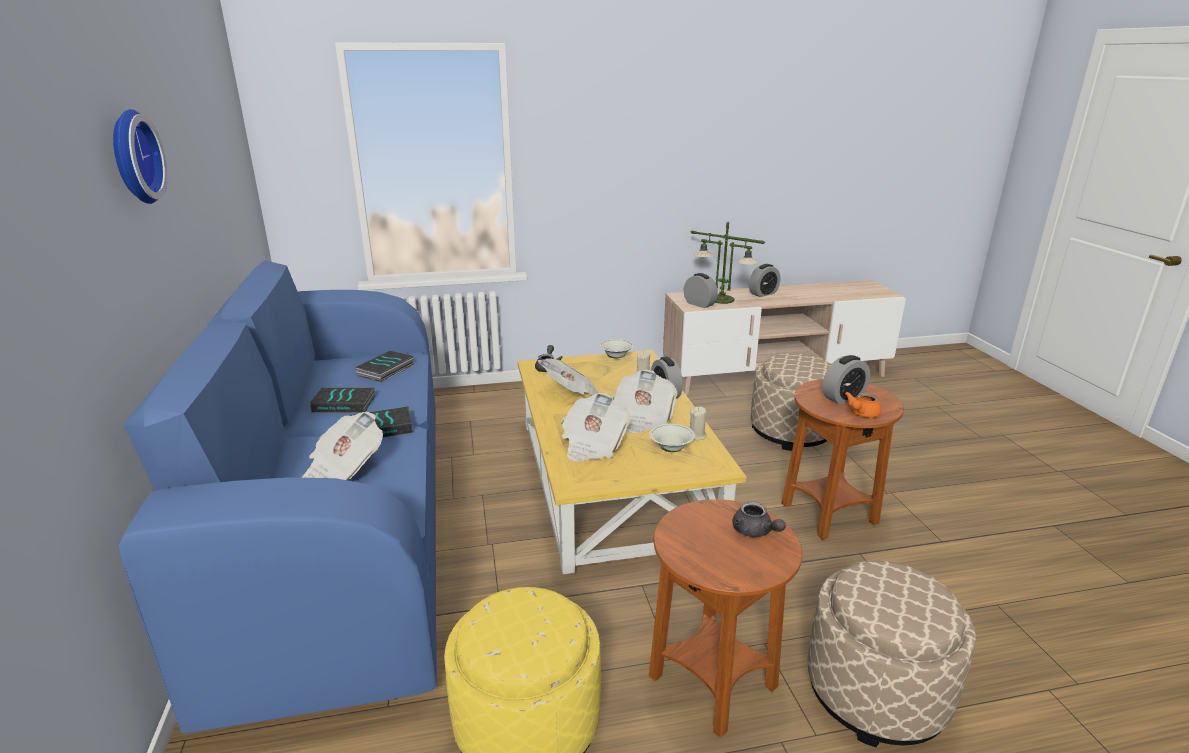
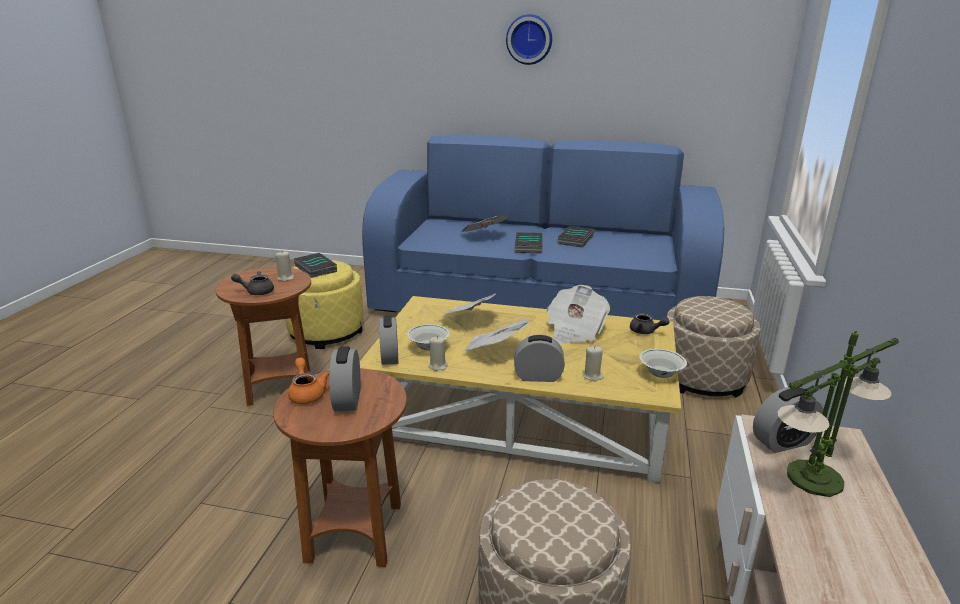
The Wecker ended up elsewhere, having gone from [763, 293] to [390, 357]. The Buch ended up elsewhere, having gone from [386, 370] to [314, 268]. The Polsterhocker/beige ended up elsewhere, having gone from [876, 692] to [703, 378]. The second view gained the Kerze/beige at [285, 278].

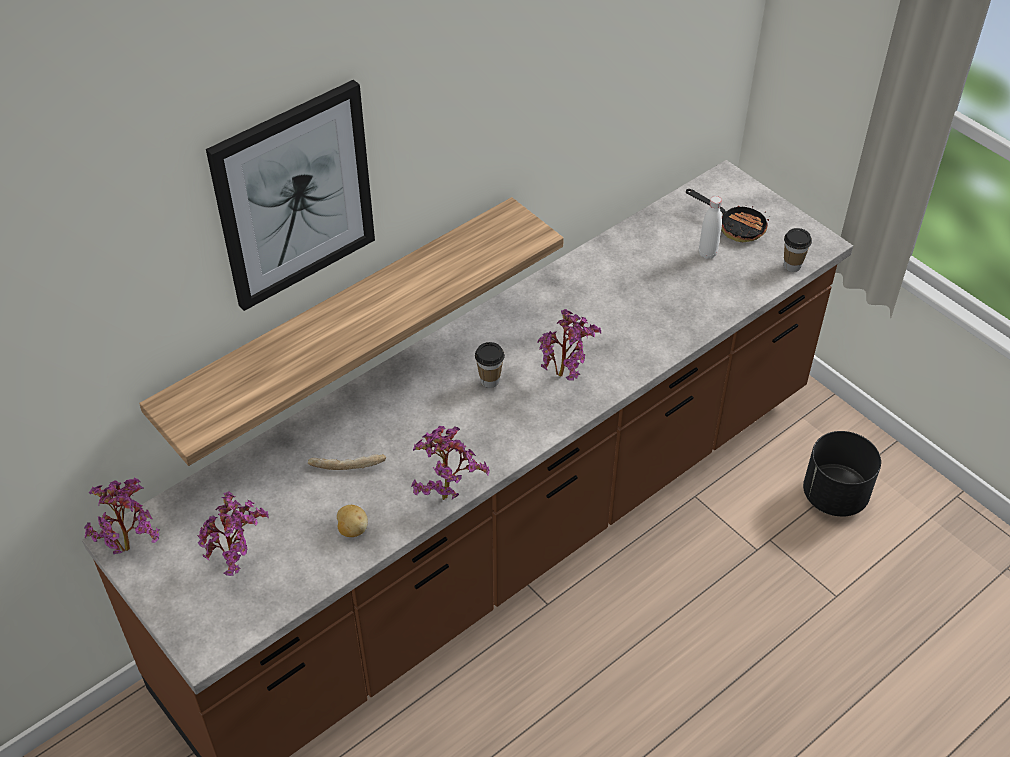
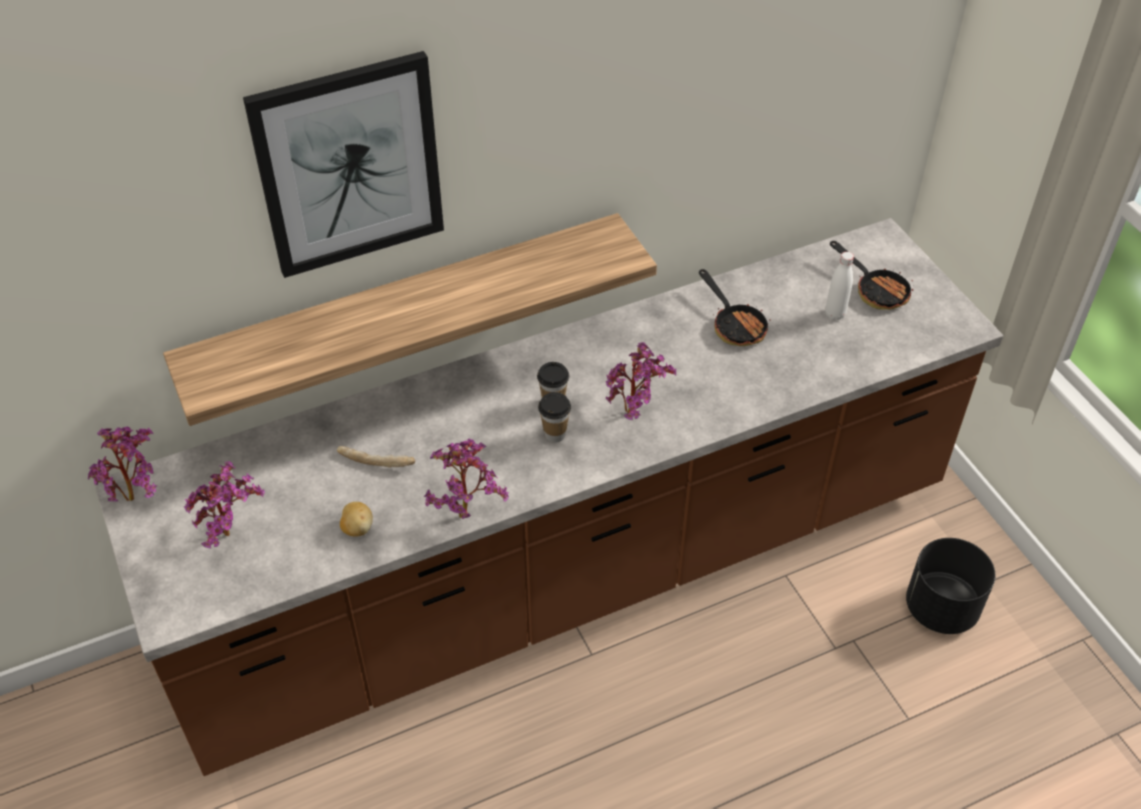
The Tasse ended up elsewhere, having gone from [792, 266] to [555, 434]. The second view gained the Pfanne at [735, 324].

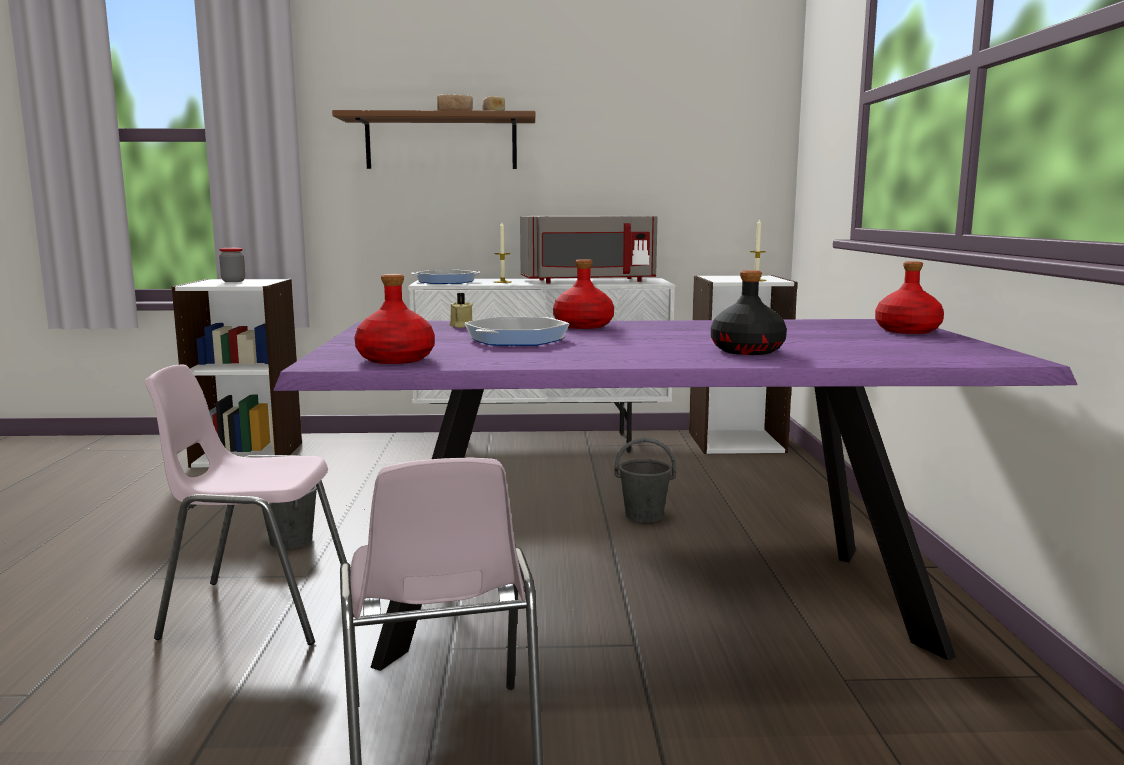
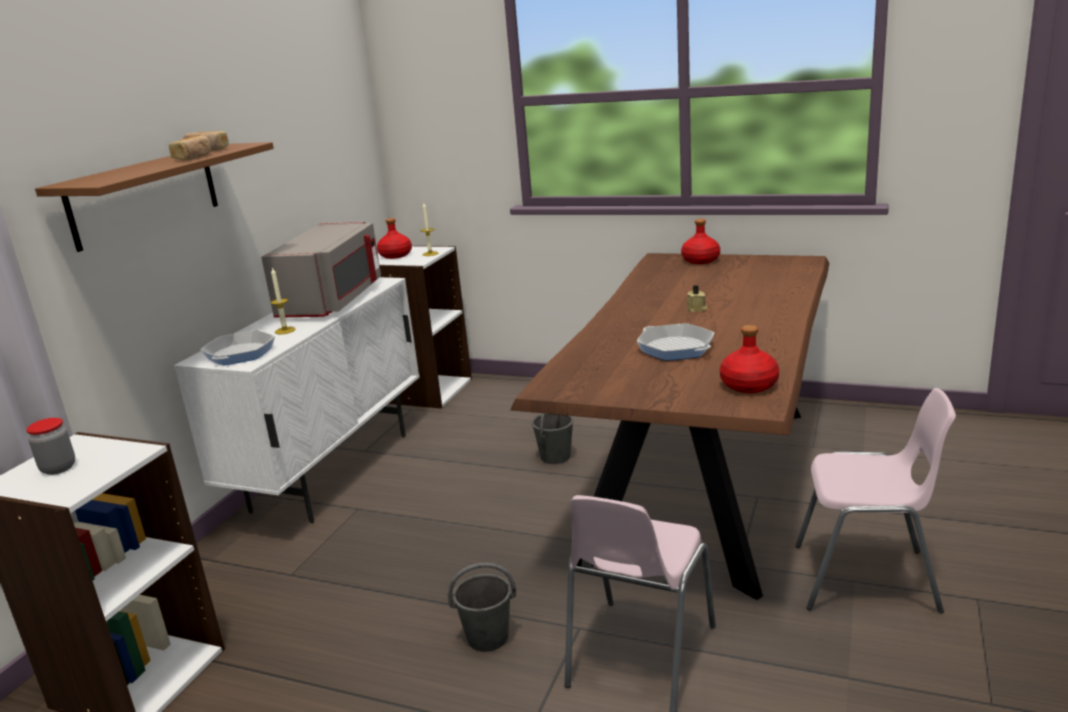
The Flasche/rot ended up elsewhere, having gone from [583, 326] to [396, 255]. The second view lost the Flasche/schwarz at [747, 351]. The Kerze/beige ended up elsewhere, having gone from [460, 326] to [697, 309]. What was the Esstisch/lila at [648, 601] turned into the Esstisch/braun at [700, 482].

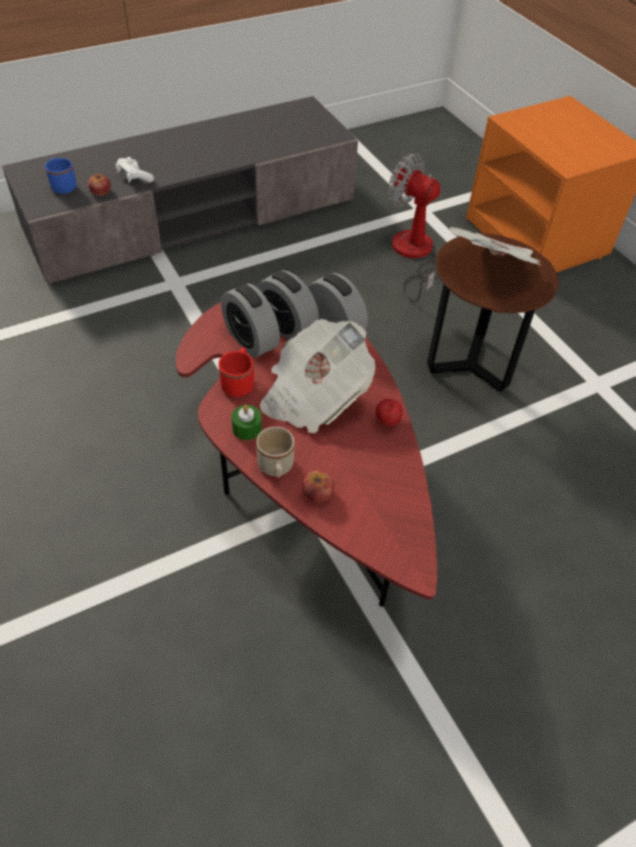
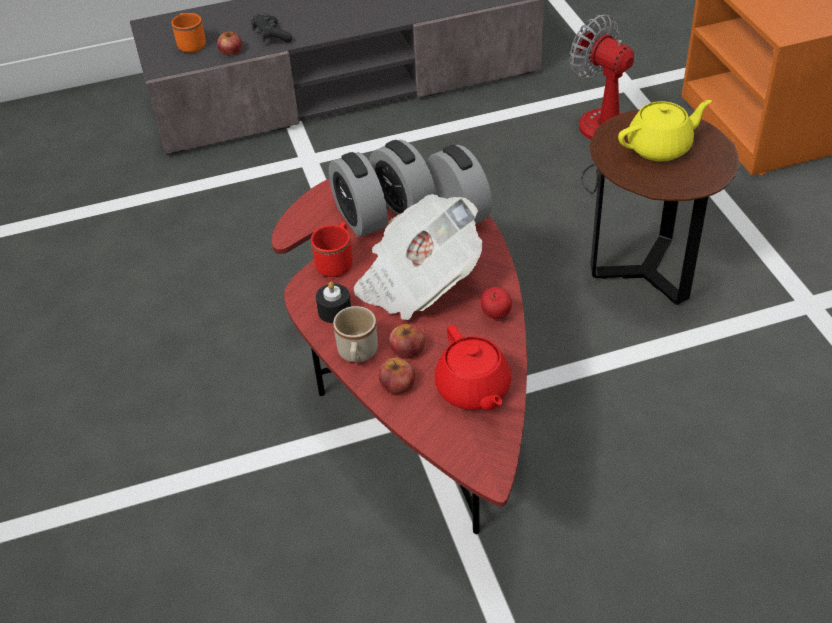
What was the Gamepad/weiß at [134, 177] turned into the Gamepad/schwarz at [271, 36]. What was the Henkelbecher/blau at [63, 185] turned into the Henkelbecher/orange at [191, 44]. Where the Zeitung stood at [493, 267], the Teekanne/gelb came to stand at [660, 147]. What was the Kerze/grün at [247, 428] turned into the Kerze/schwarz at [334, 311]. The second view gained the Apfel at [407, 349]. The second view gained the Teekanne/rot at [473, 390].

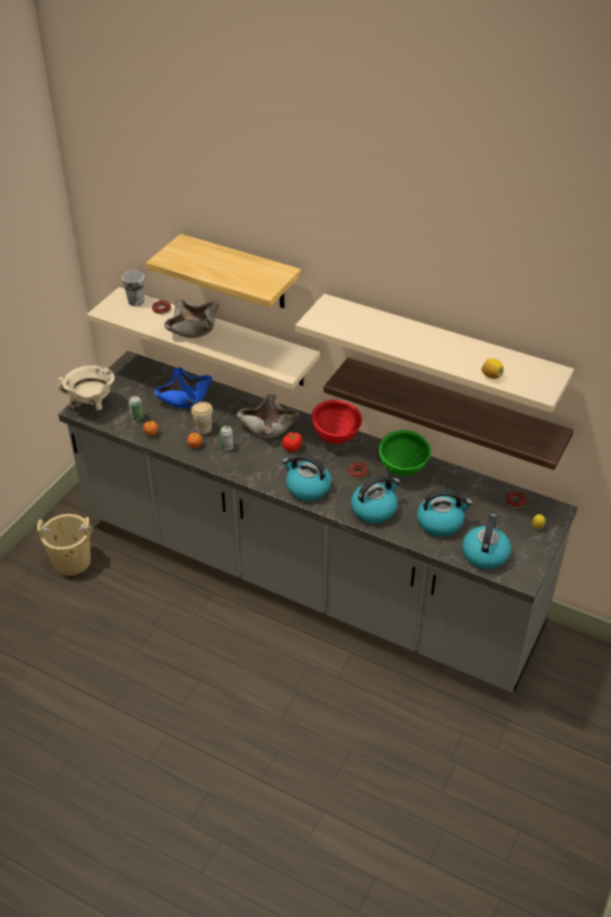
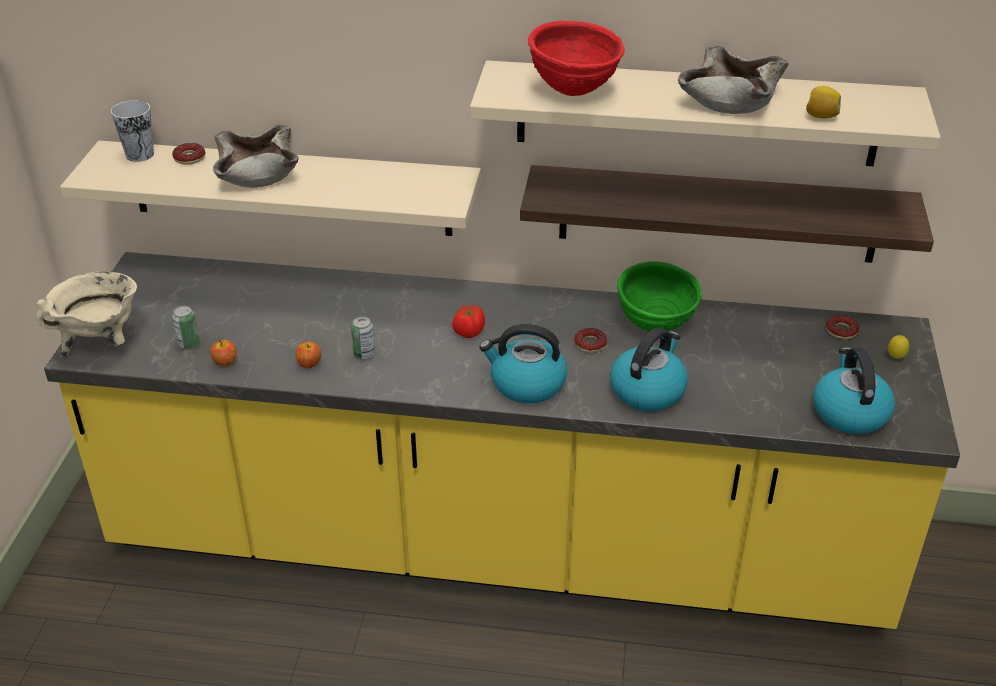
The second view lost the Wandregal at [240, 272]. What was the Küchenzeile/grau at [305, 576] turned into the Küchenzeile/gelb at [498, 546]. The second view lost the Schüssel/blau at [184, 397]. The Schüssel/beige ended up elsewhere, having gone from [267, 426] to [729, 99]. The Schüssel/rot ended up elsewhere, having gone from [336, 438] to [574, 92]. The second view lost the Tasse at [203, 428]. The second view lost the Wasserkessel at [440, 522]. The second view lost the Eimer/beige at [71, 561].

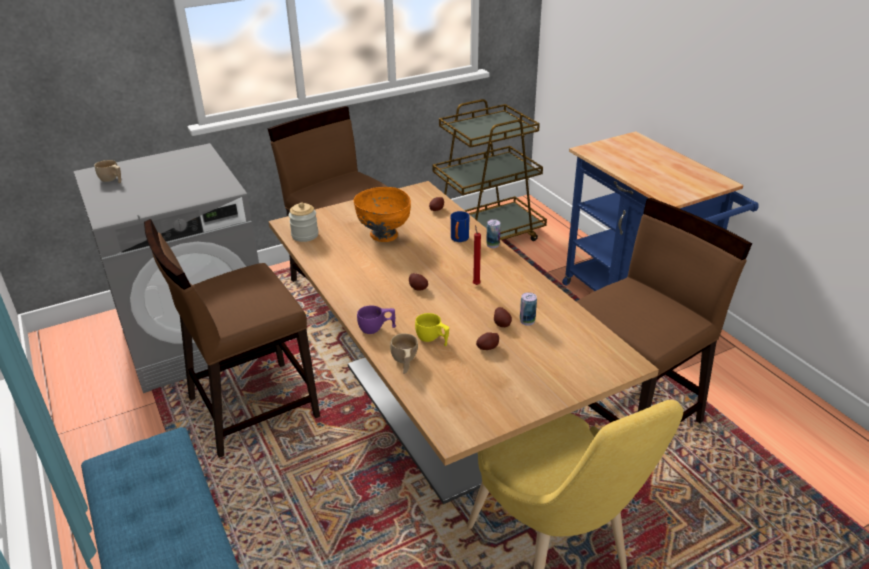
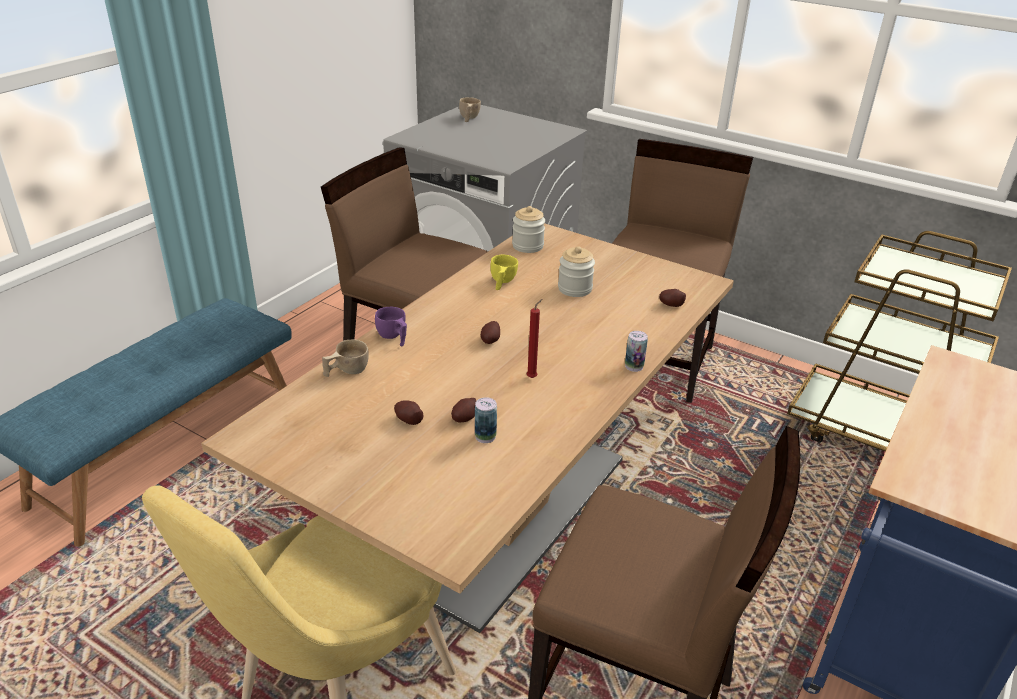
Where the Schüssel/orange stood at [384, 236], the Vorratsglas came to stand at [575, 289]. The second view lost the Henkelbecher/blau at [459, 240]. The Tasse/gelb ended up elsewhere, having gone from [432, 339] to [502, 282].

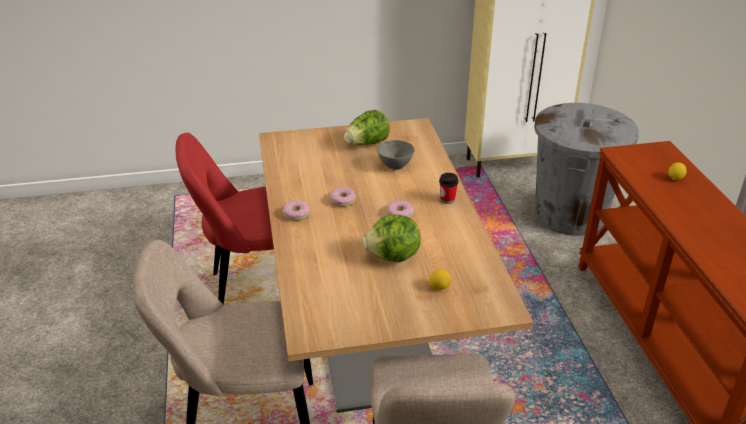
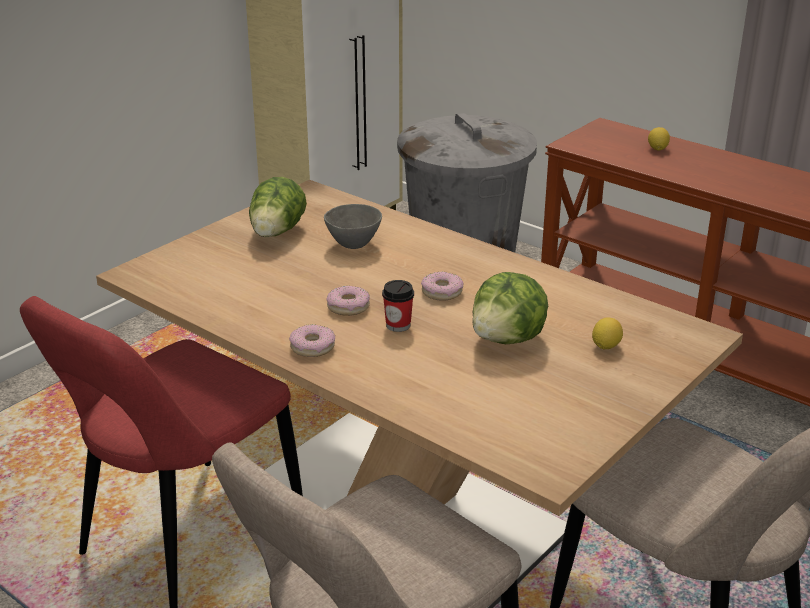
The Tasse ended up elsewhere, having gone from [447, 199] to [398, 325].

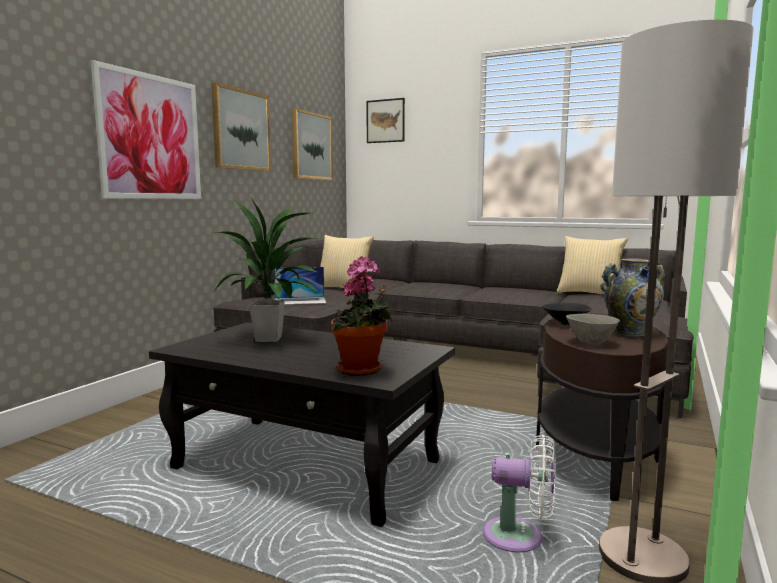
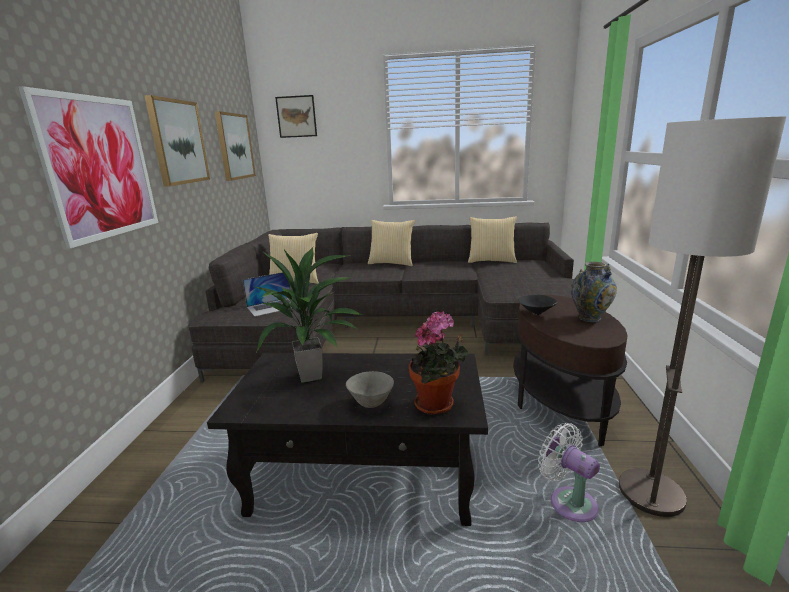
The Schüssel/grau ended up elsewhere, having gone from [591, 343] to [371, 403]. The Ventilator/weiß at [519, 537] ended up facing another way, 120 degrees counterclockwise from before. The second view gained the Kissen at [392, 263].

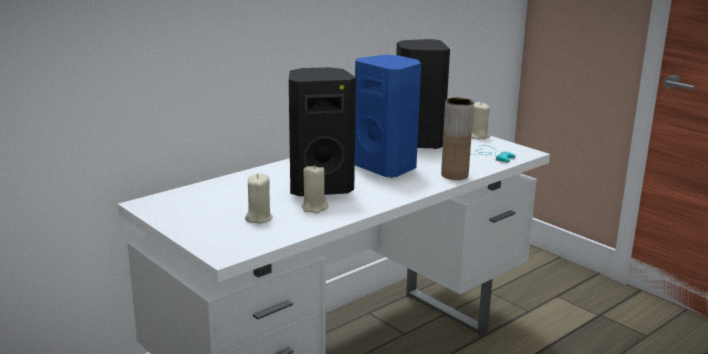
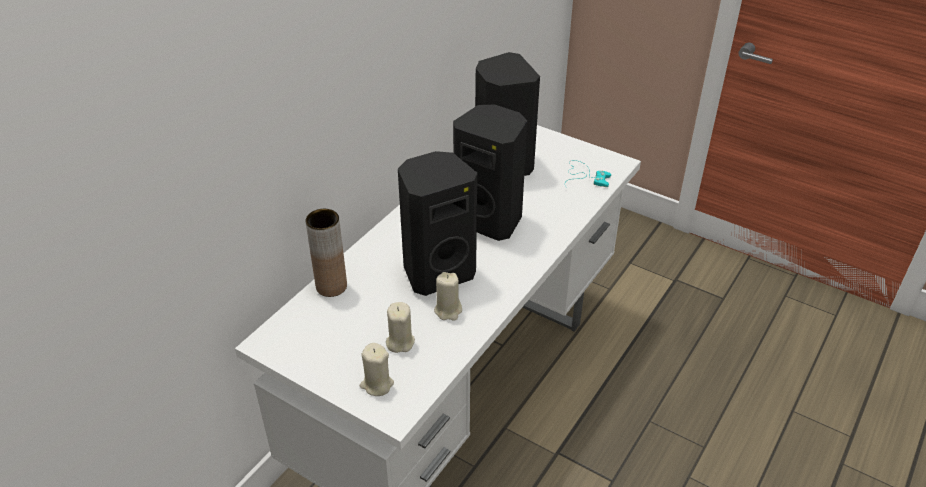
What was the Lautsprecher/blau at [387, 167] turned into the Lautsprecher/schwarz at [490, 220]. The Vase/braun ended up elsewhere, having gone from [454, 175] to [331, 286]. The Kerze/beige ended up elsewhere, having gone from [478, 136] to [377, 384].

